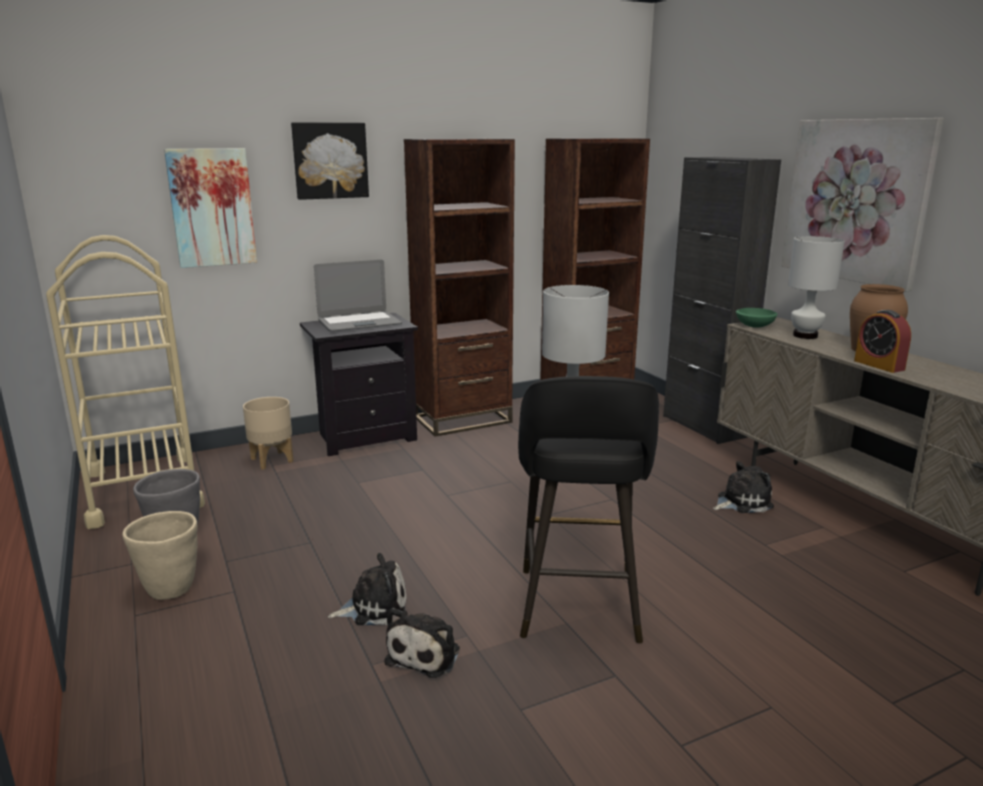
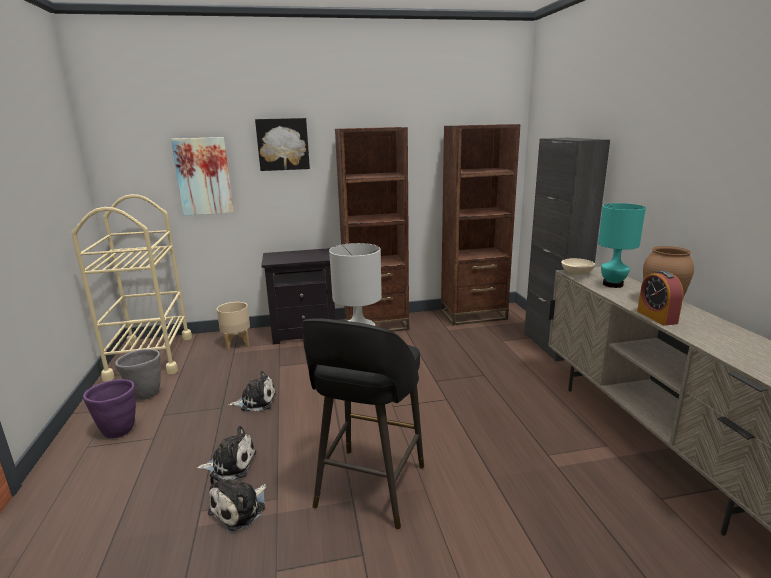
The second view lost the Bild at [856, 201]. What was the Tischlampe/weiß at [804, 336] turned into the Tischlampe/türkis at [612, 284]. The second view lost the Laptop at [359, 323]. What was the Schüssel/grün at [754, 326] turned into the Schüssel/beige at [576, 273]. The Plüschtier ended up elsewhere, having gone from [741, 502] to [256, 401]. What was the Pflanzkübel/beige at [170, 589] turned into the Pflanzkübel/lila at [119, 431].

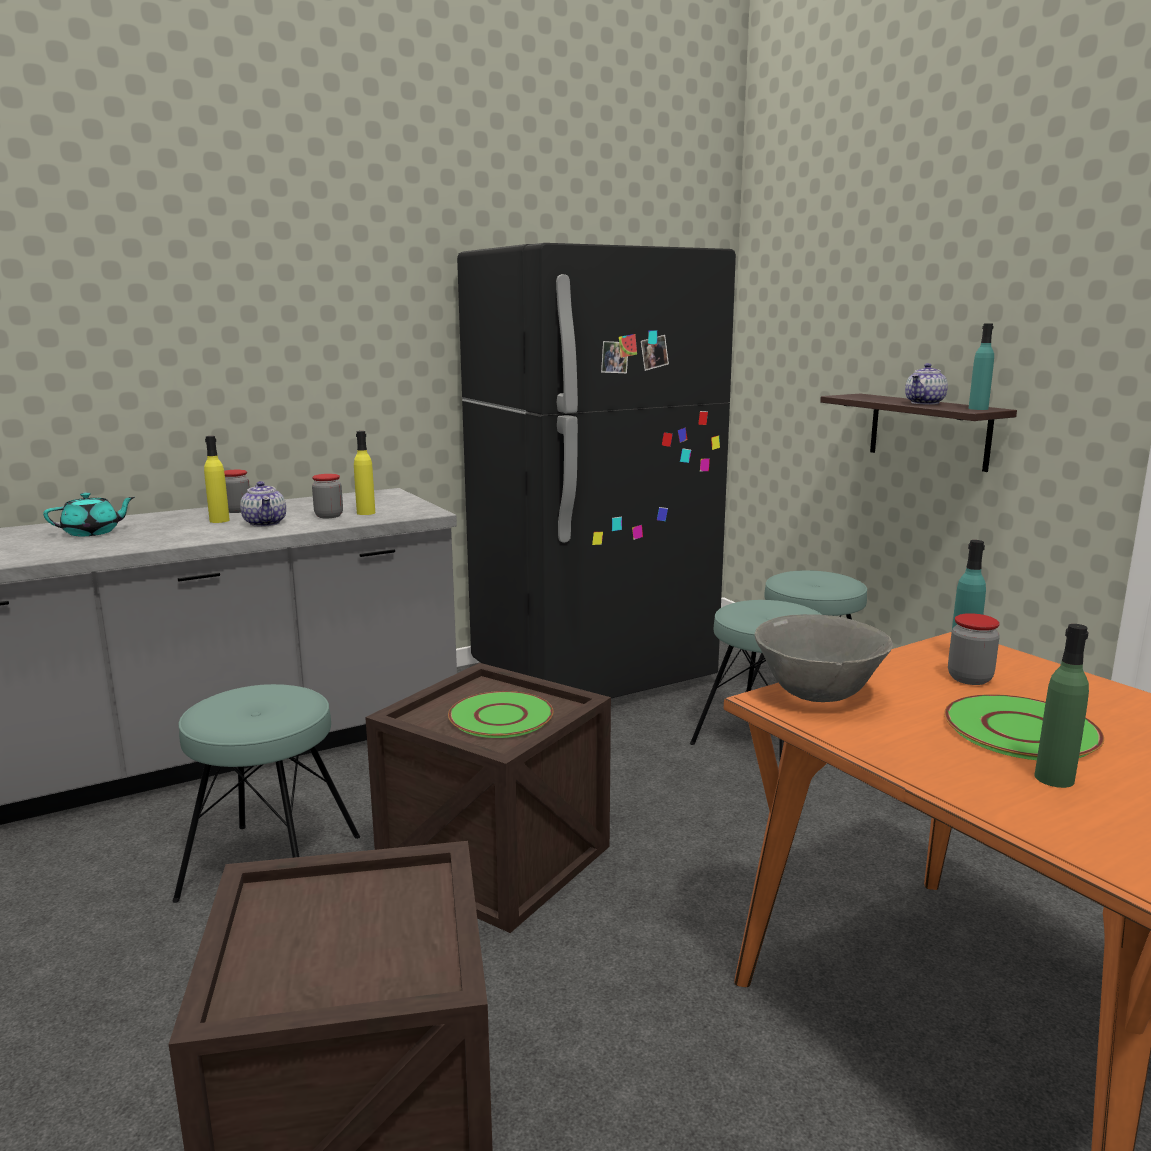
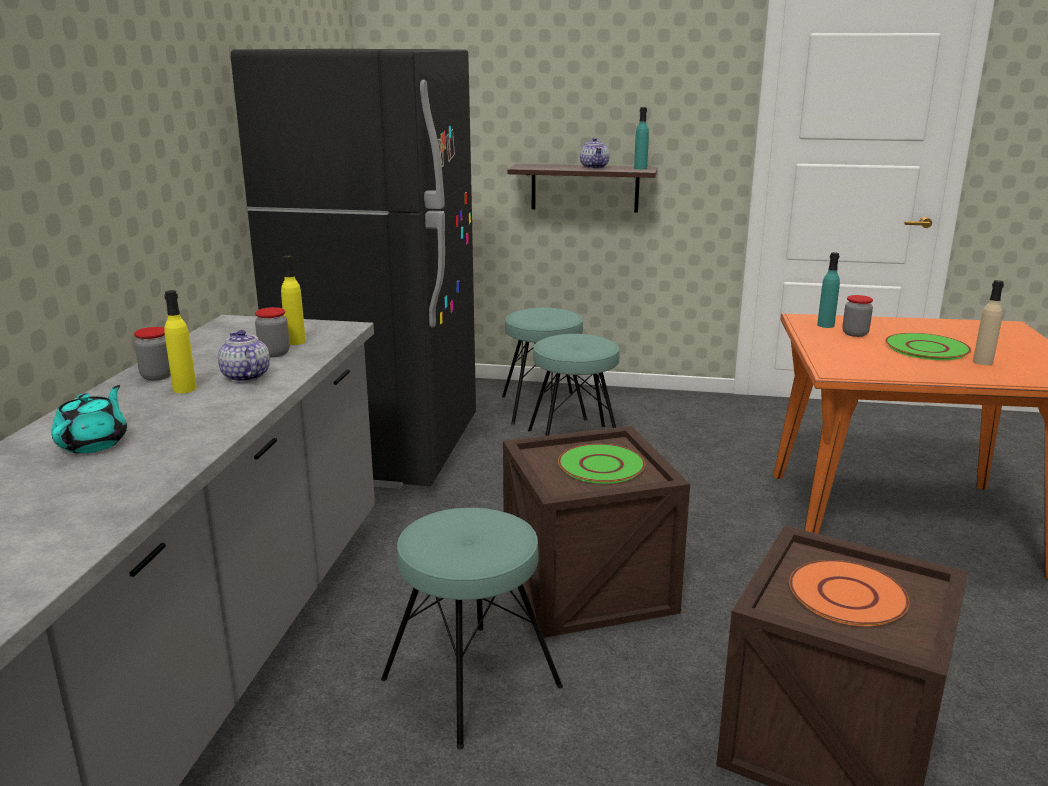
The Teekanne at [265, 523] ended up facing another way, 135 degrees counterclockwise from before. The second view lost the Schüssel/grau at [818, 694]. What was the Flasche/grün at [1054, 778] turned into the Flasche/beige at [982, 362]. The second view gained the Teller/orange at [847, 595].

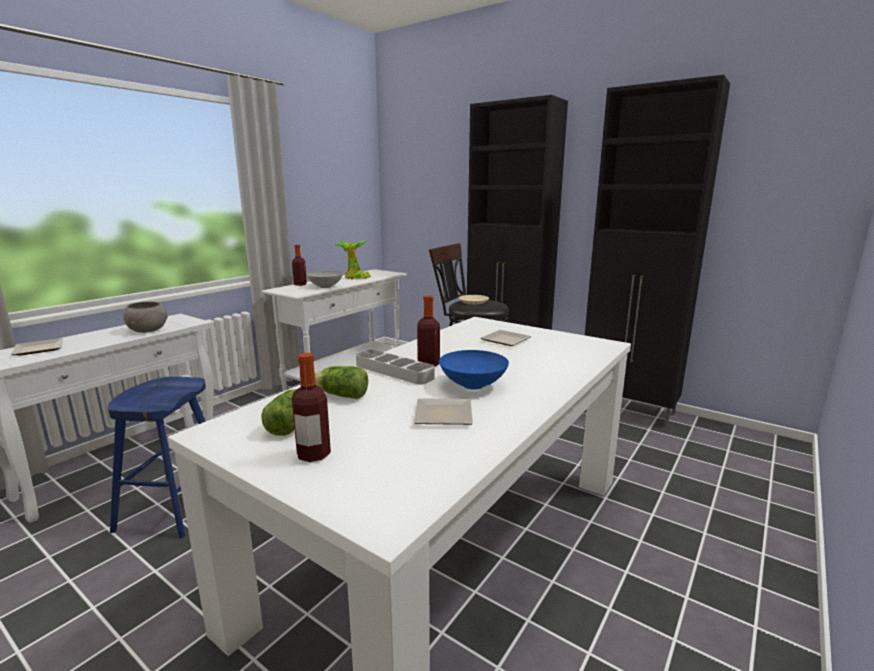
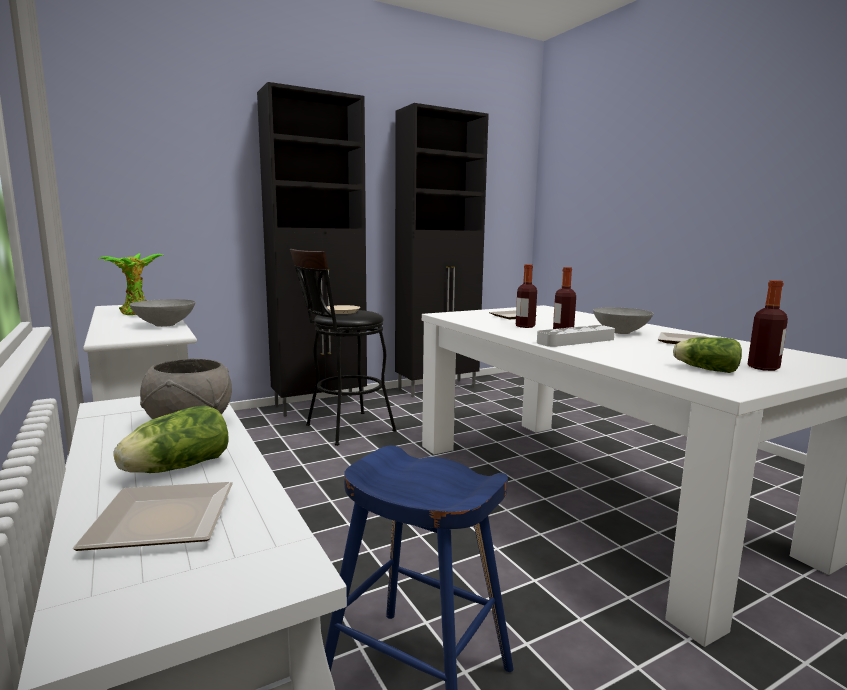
The Flasche ended up elsewhere, having gone from [300, 284] to [525, 326]. What was the Schüssel/blau at [473, 385] turned into the Schüssel/grau at [621, 332]. The Salatkopf ended up elsewhere, having gone from [340, 395] to [174, 468].

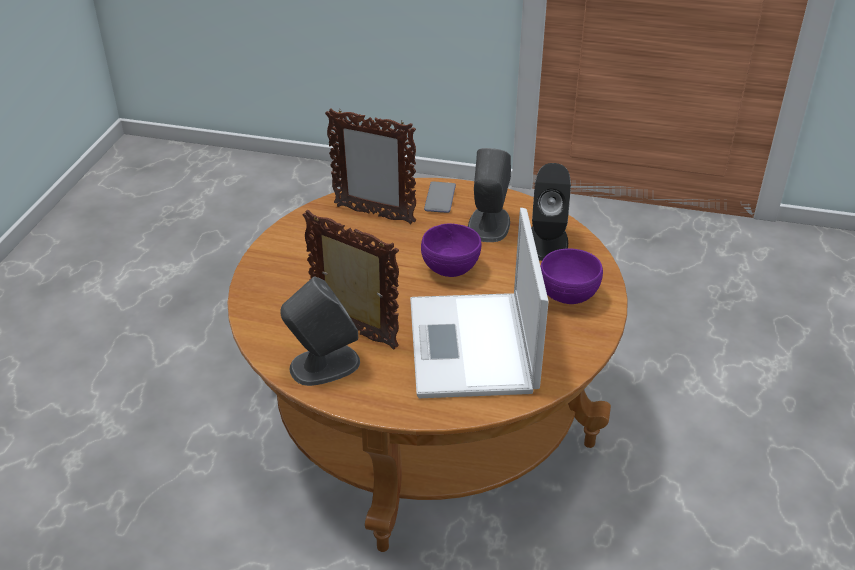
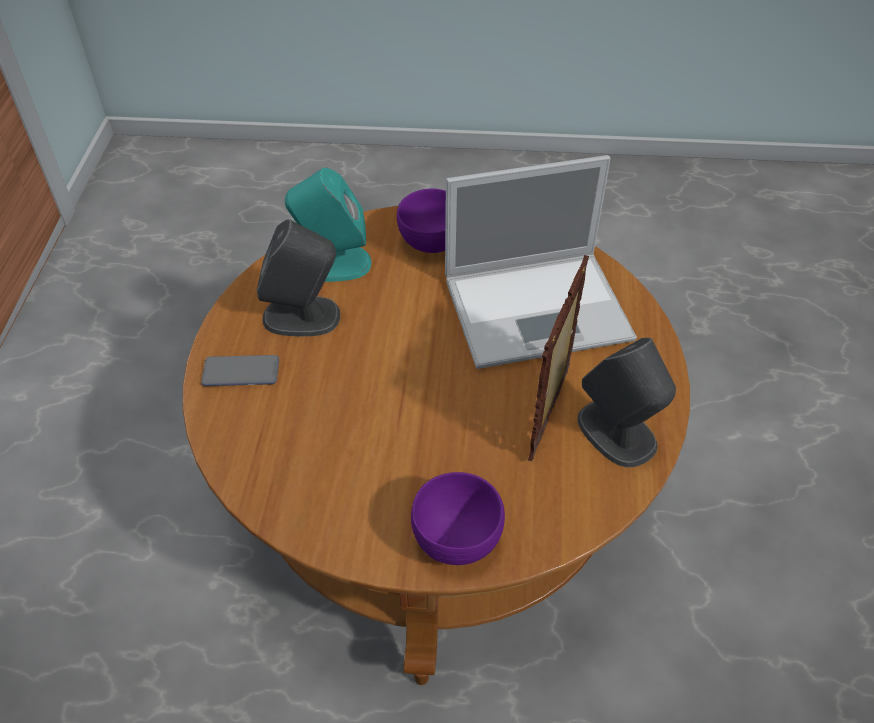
The second view lost the Bilderrahmen at [374, 214]. What was the Lautsprecher/schwarz at [547, 242] turned into the Lautsprecher/türkis at [333, 264]. The Schüssel/lila ended up elsewhere, having gone from [449, 269] to [457, 540].

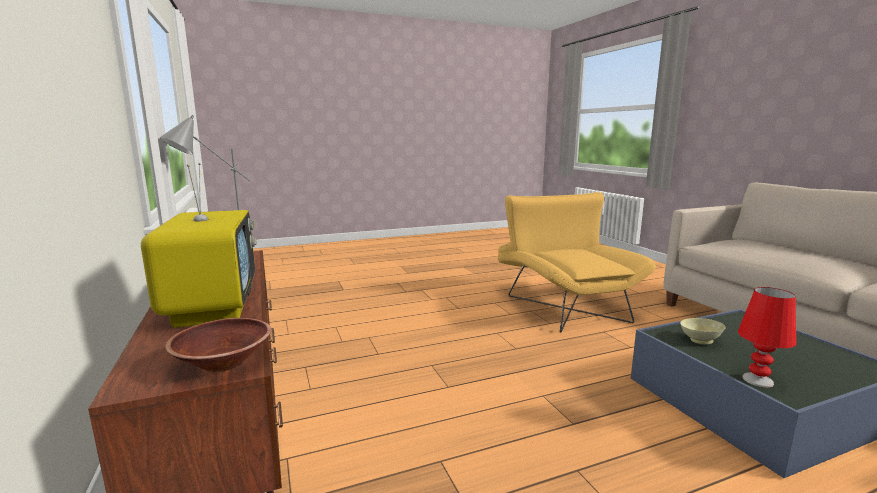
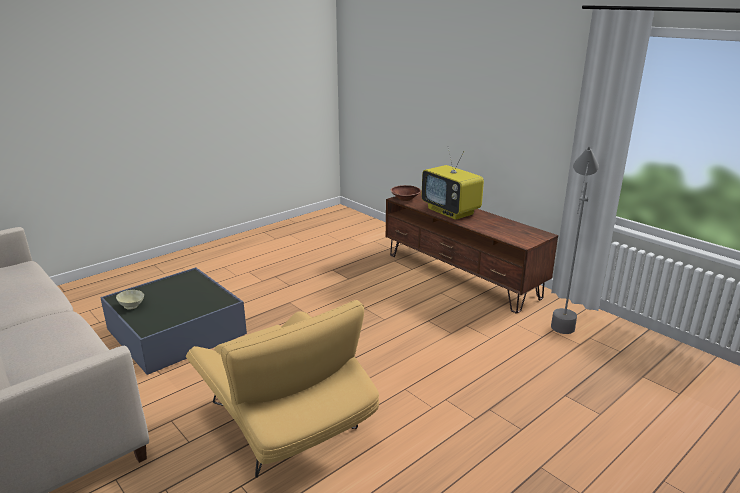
The second view lost the Tischlampe/rot at [757, 380]. The Schüssel/beige ended up elsewhere, having gone from [699, 340] to [132, 306].

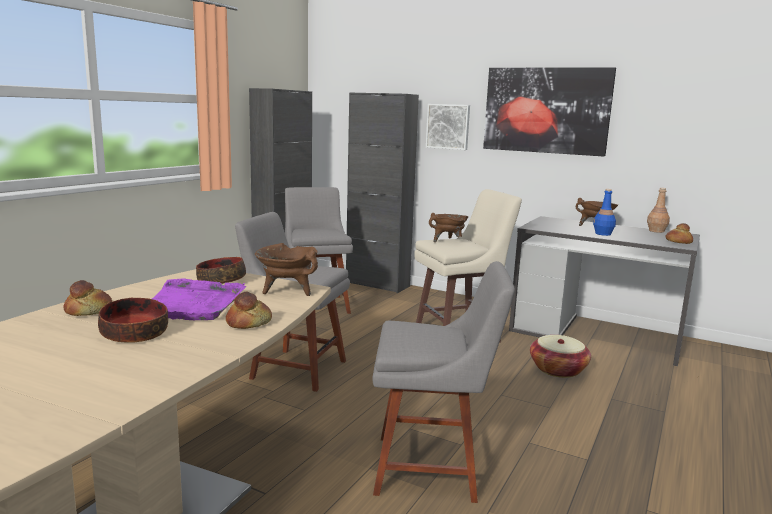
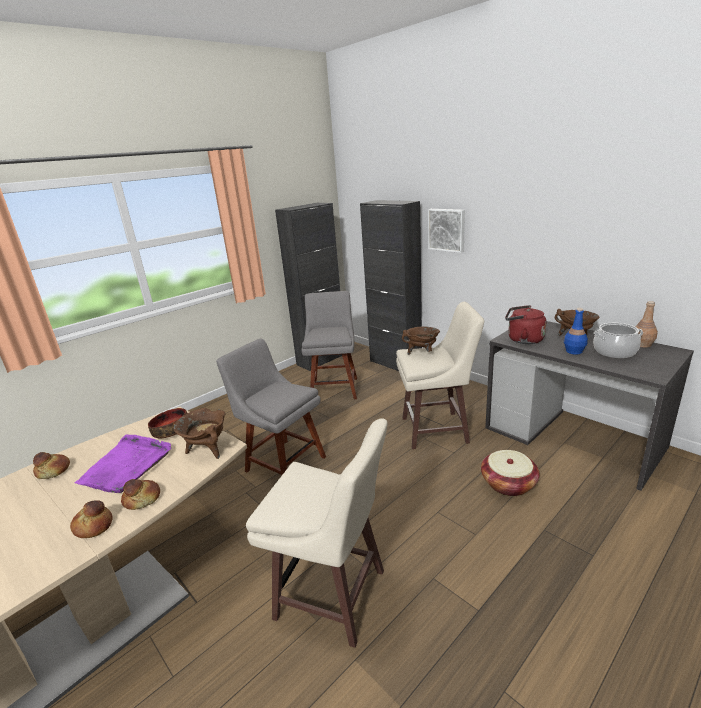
The second view lost the Bild at [546, 110]. The Brot ended up elsewhere, having gone from [678, 242] to [94, 526]. Where the Stuhl/grau stood at [432, 468], the Hocker/beige came to stand at [333, 596]. The second view lost the Schüssel at [134, 334]. The second view gained the Wasserkessel/rot at [522, 339]. The second view gained the Kochtopf at [614, 351].

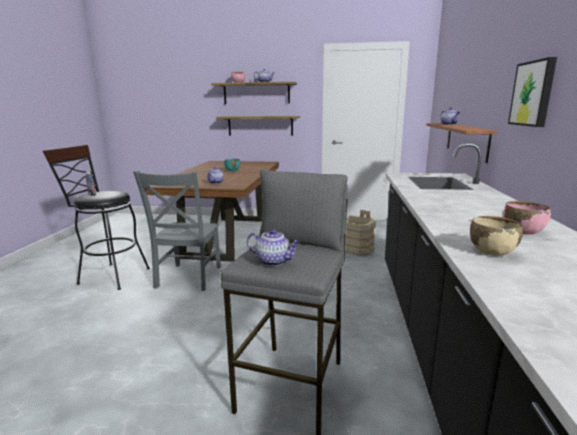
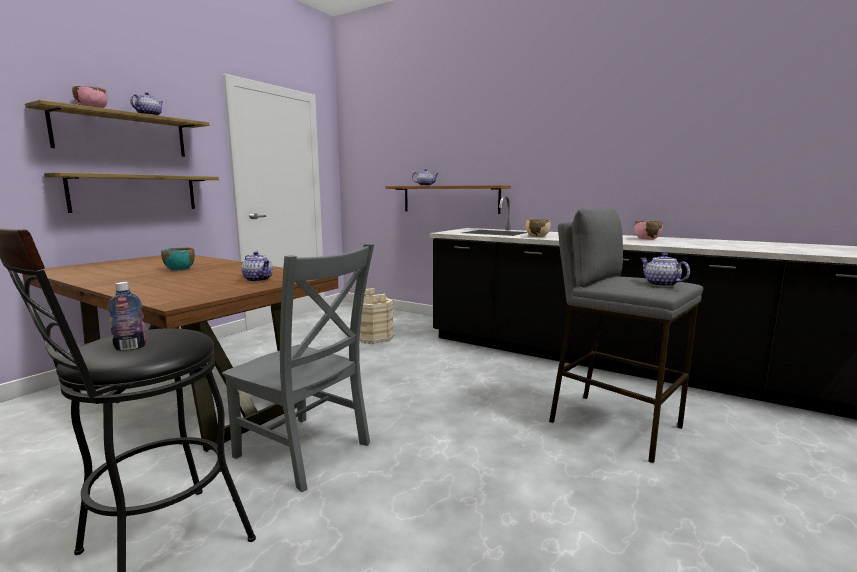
The second view lost the Bild at [533, 93]. The Schüssel/beige ended up elsewhere, having gone from [492, 251] to [537, 236]. The Teekanne at [274, 261] ended up facing another way, 75 degrees counterclockwise from before.

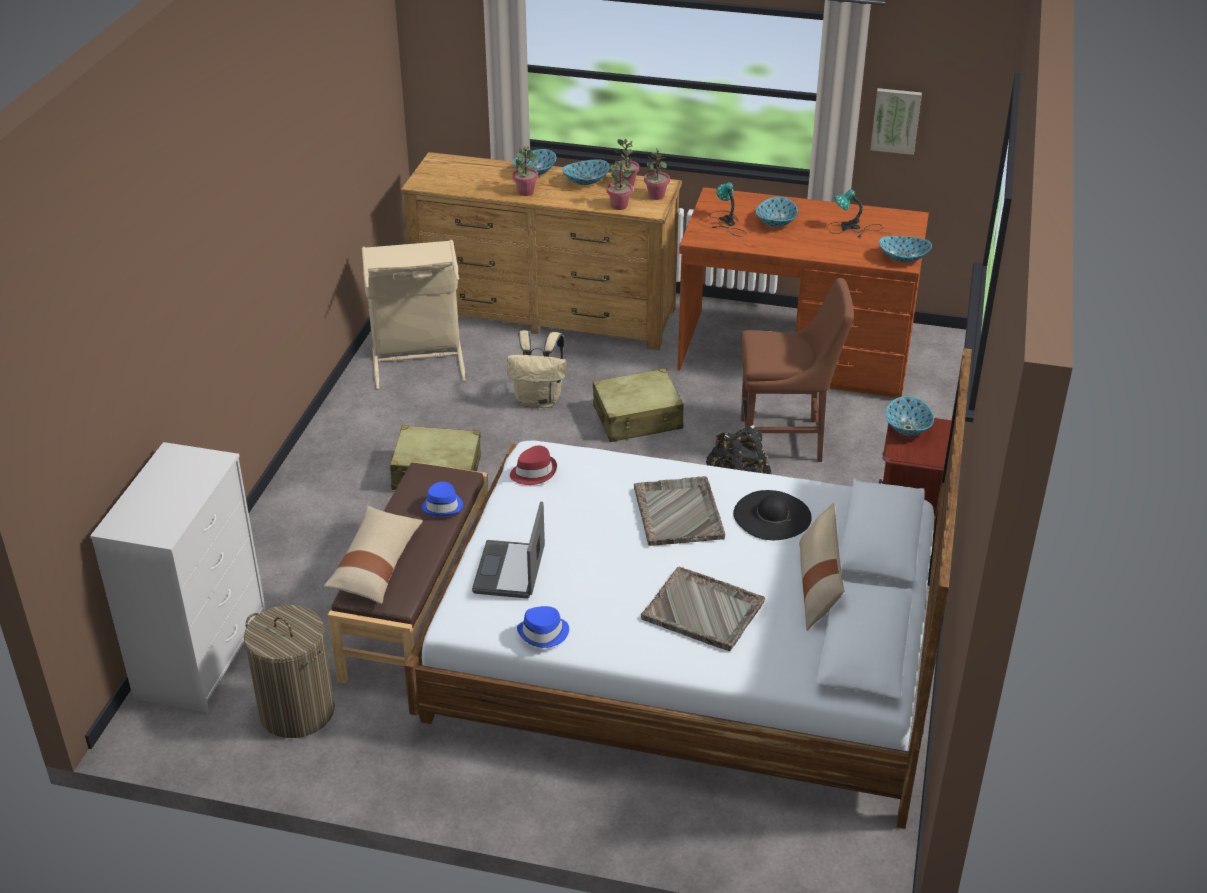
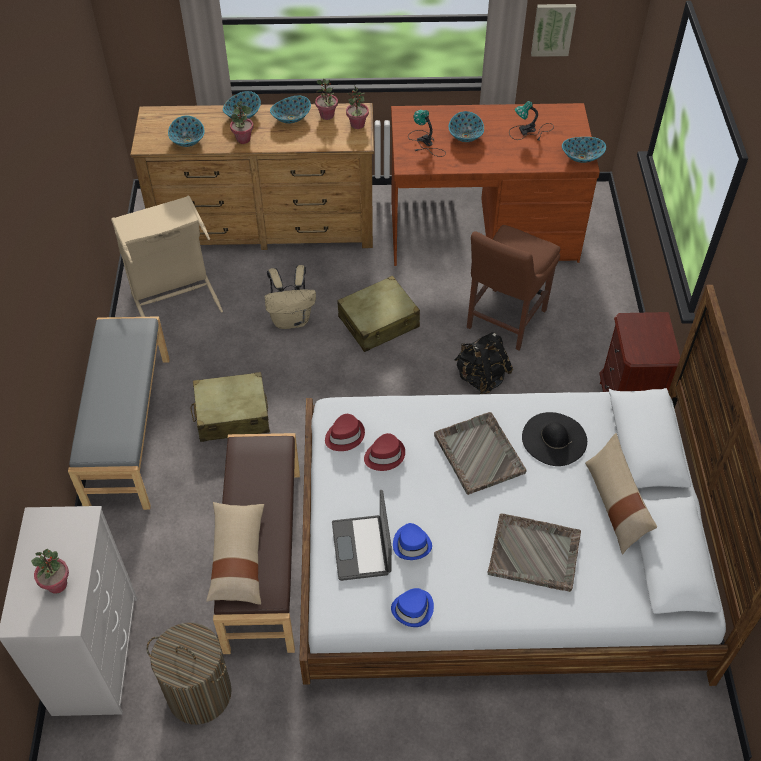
The Topfpflanze ended up elsewhere, having gone from [619, 206] to [57, 584]. The Stuhl/braun at [786, 440] ended up facing another way, 135 degrees clockwise from before. The Schüssel ended up elsewhere, having gone from [907, 428] to [187, 141]. The Hut/blau ended up elsewhere, having gone from [443, 506] to [412, 544]. The second view gained the Bank/grau at [128, 431]. The second view gained the Hut/rot at [384, 455].

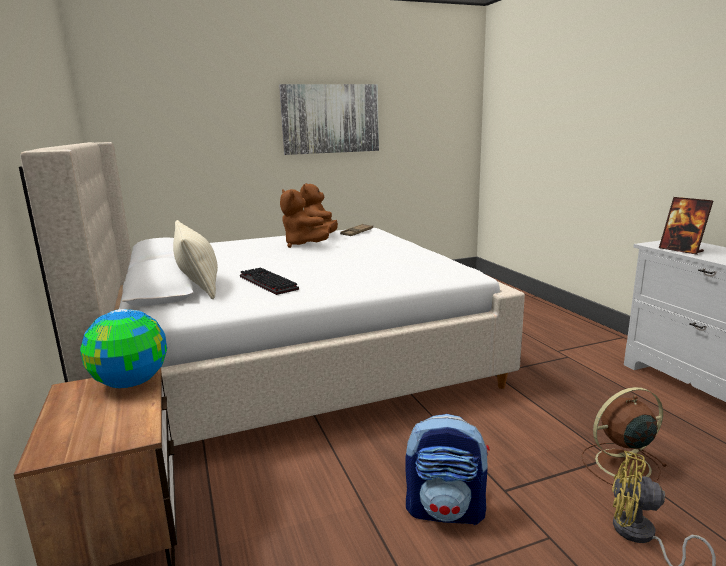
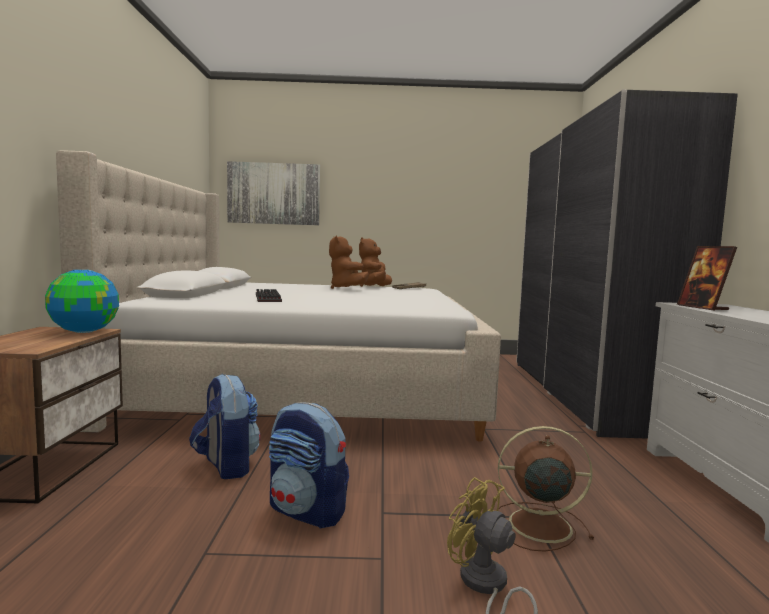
The Bild ended up elsewhere, having gone from [330, 119] to [274, 193]. The second view lost the Kissen/beige at [198, 284]. The second view gained the Kleiderschrank/grau at [585, 394]. The second view gained the Rucksack at [226, 466].

